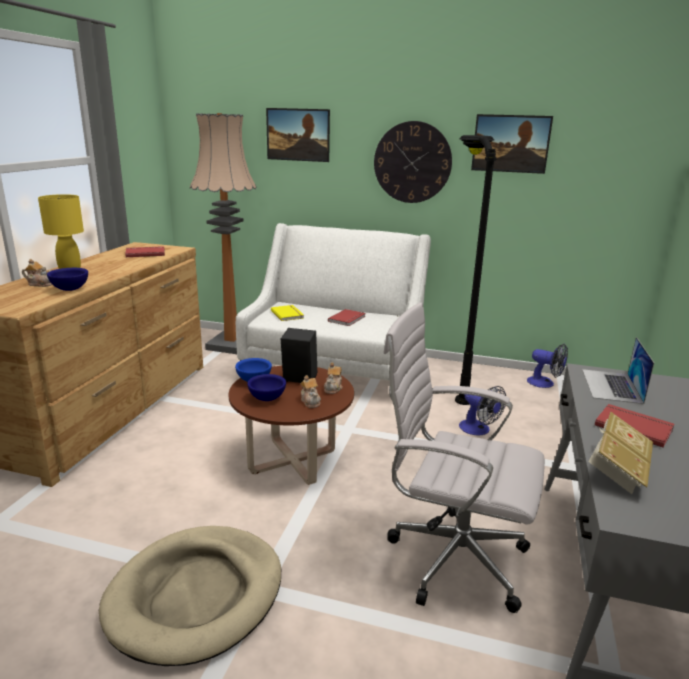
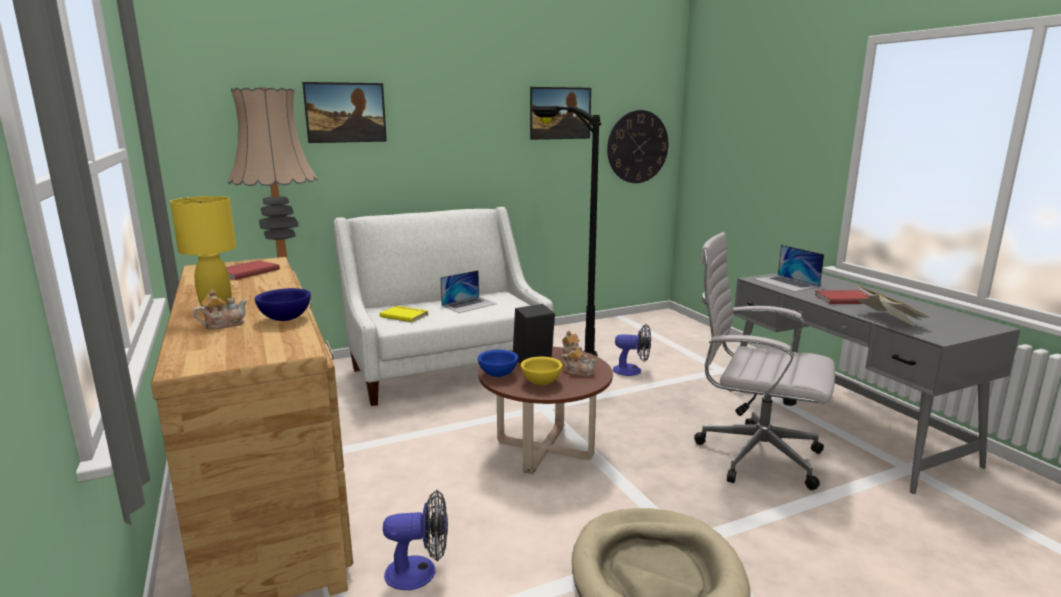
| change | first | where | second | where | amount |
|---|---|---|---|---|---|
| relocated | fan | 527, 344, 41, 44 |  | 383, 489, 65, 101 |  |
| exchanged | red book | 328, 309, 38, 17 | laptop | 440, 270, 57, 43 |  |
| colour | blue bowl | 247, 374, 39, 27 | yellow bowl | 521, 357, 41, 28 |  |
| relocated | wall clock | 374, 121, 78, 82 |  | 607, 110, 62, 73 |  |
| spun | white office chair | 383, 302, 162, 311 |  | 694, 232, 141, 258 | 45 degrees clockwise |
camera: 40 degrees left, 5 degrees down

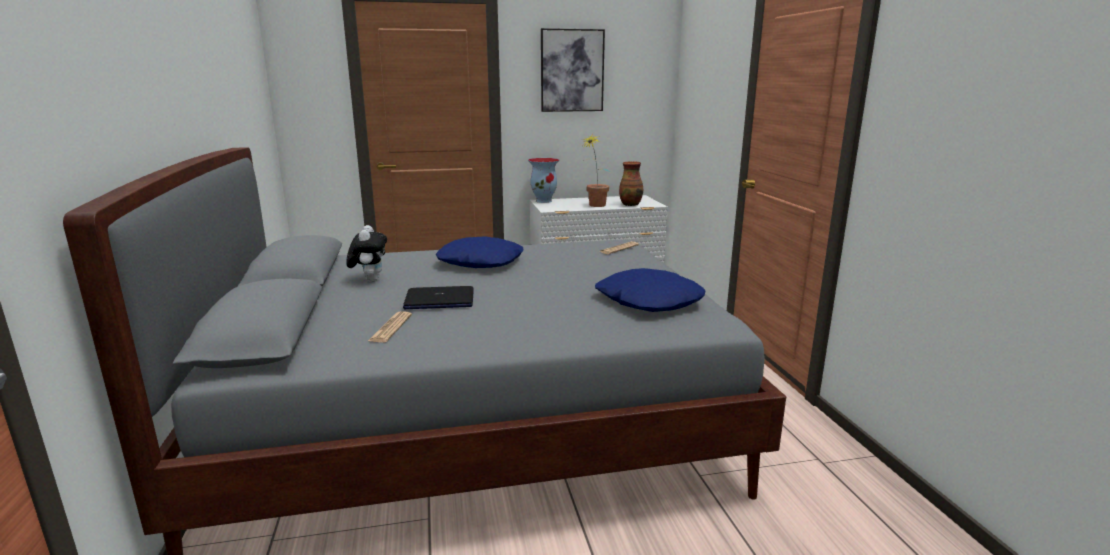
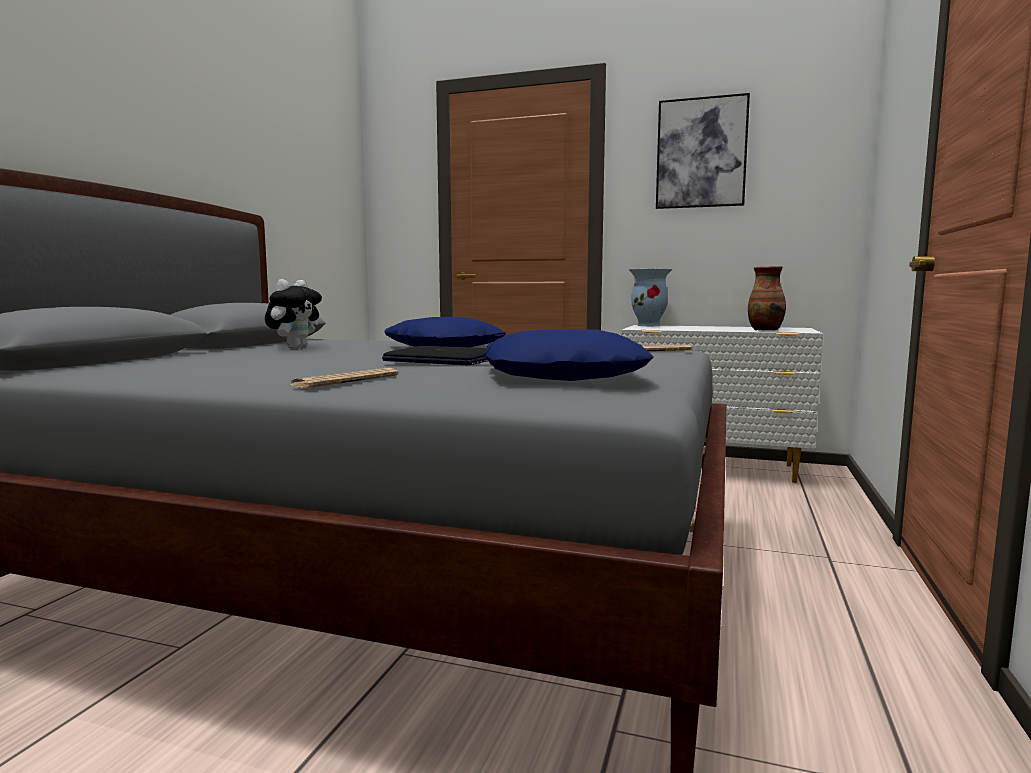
| change | first | where | second | where | amount |
|---|---|---|---|---|---|
| relocated | newspaper | 368, 311, 44, 31 |  | 291, 368, 108, 20 |  |
| relocated | laptop | 403, 286, 71, 23 |  | 382, 346, 106, 19 |  |
| missing | potted plant | 582, 134, 28, 73 |  |  |  |
camera: 30 degrees right, 10 degrees down

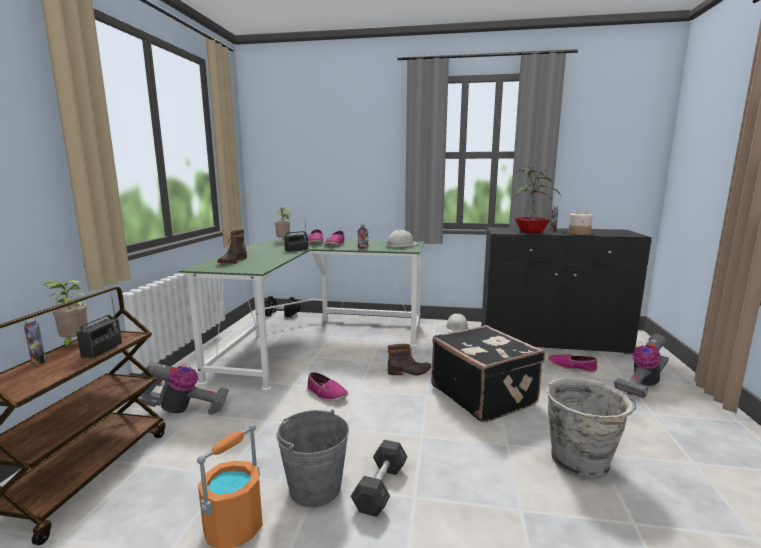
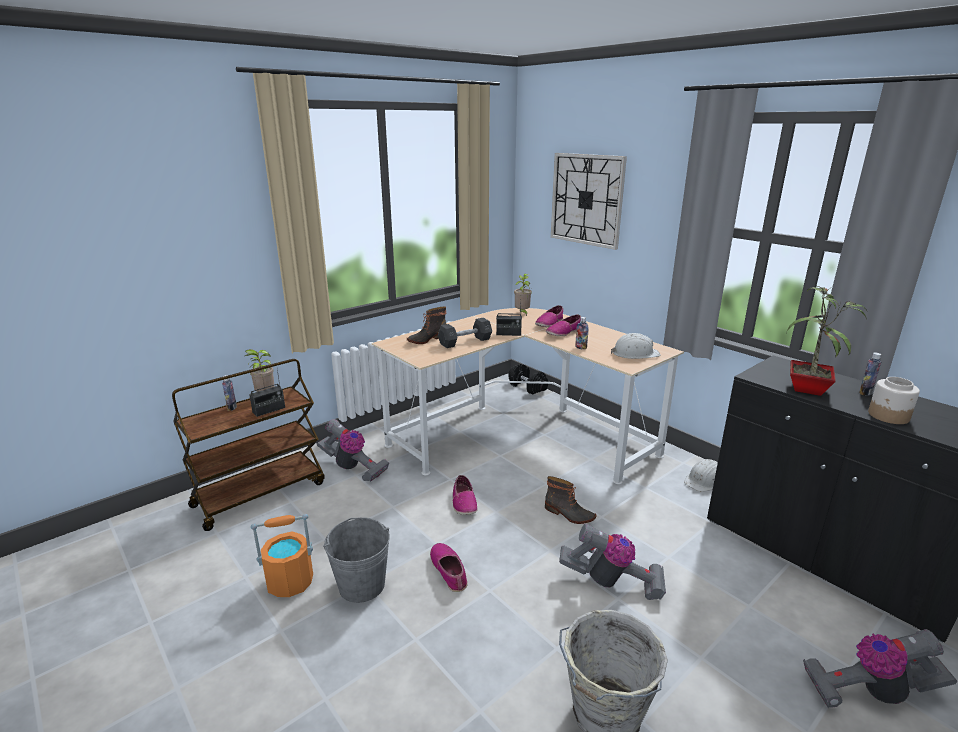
| change | first | where | second | where | amount |
|---|---|---|---|---|---|
| colour | green desk | 179, 239, 245, 151 | beige desk | 372, 308, 312, 176 |  |
| relocated | shoe | 548, 354, 49, 19 |  | 430, 543, 37, 49 |  |
| relocated | grey dumbbell | 351, 439, 56, 78 |  | 438, 318, 54, 30 |  |
| appeared |  |  | wall clock | 551, 153, 76, 97 |  |
| exchanged | black suitcase | 431, 325, 114, 98 | vacuum cleaner | 559, 524, 107, 76 |  |
camera: 40 degrees right, 10 degrees up

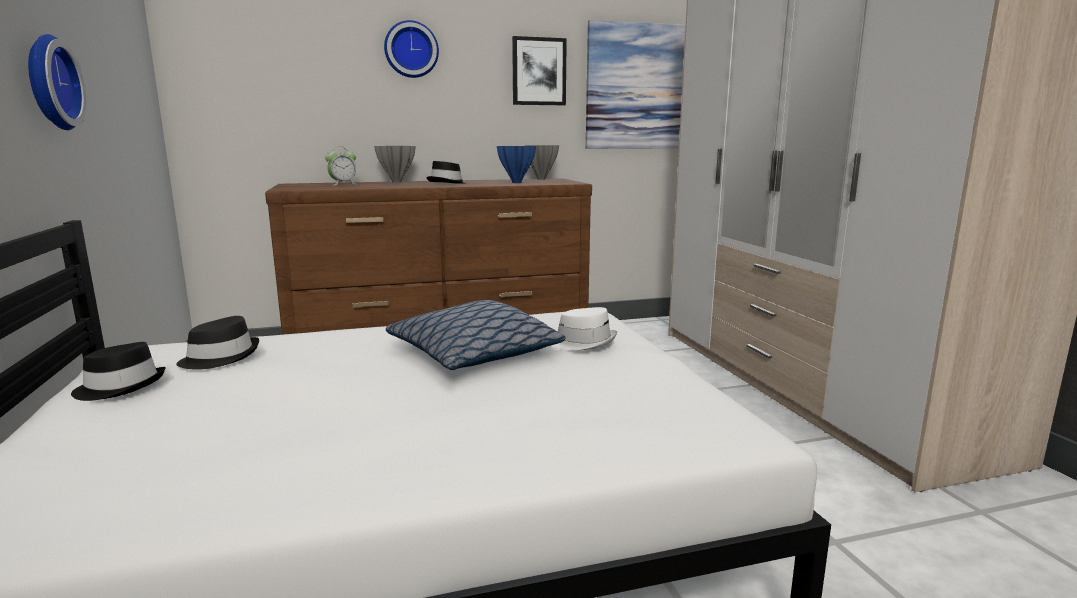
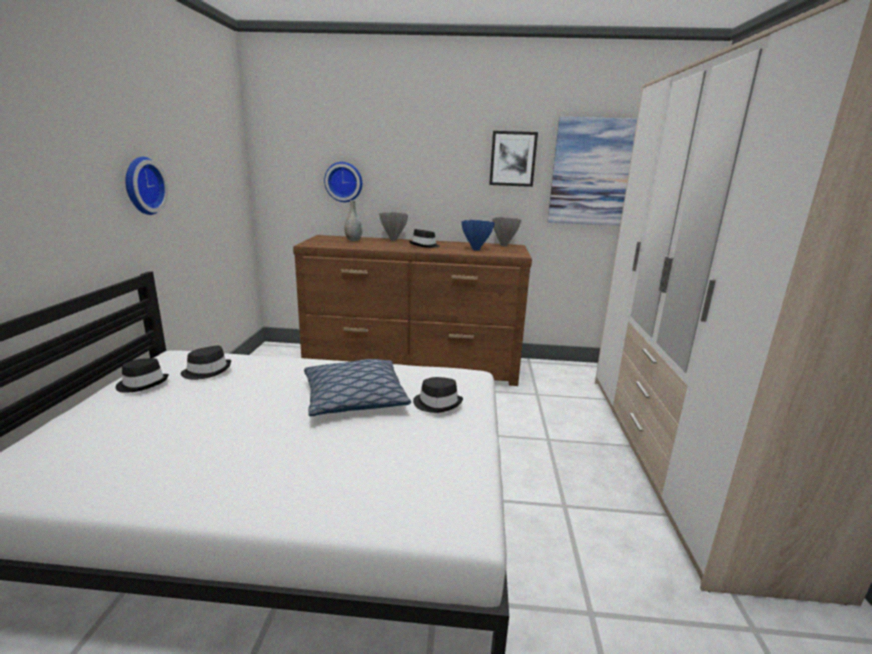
| change | first | where | second | where | amount |
|---|---|---|---|---|---|
| relocated | wall clock | 384, 20, 55, 58 |  | 324, 162, 38, 40 |  |
| exchanged | alarm clock | 325, 146, 31, 39 | grey vase | 345, 200, 17, 41 |  |
| colour | white hat | 552, 307, 65, 43 | black hat | 413, 377, 50, 36 |  |
camera: 20 degrees right, 5 degrees up

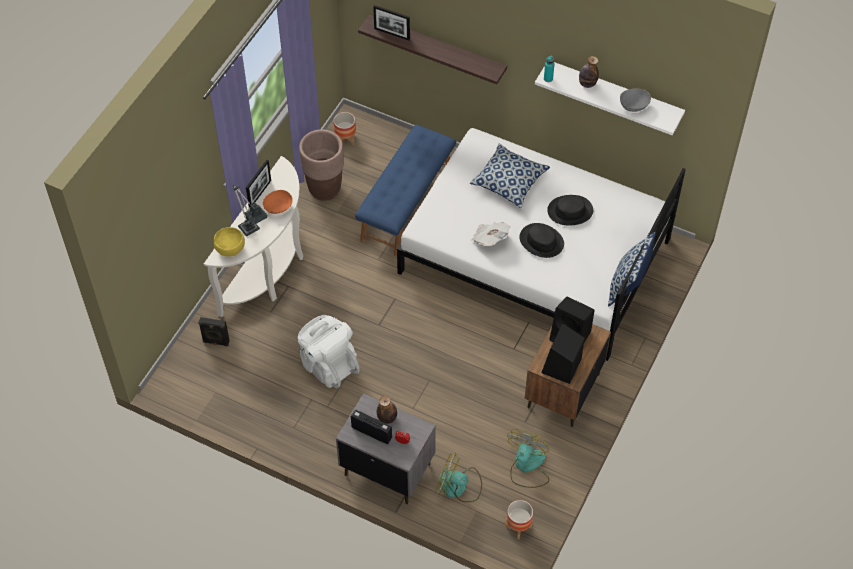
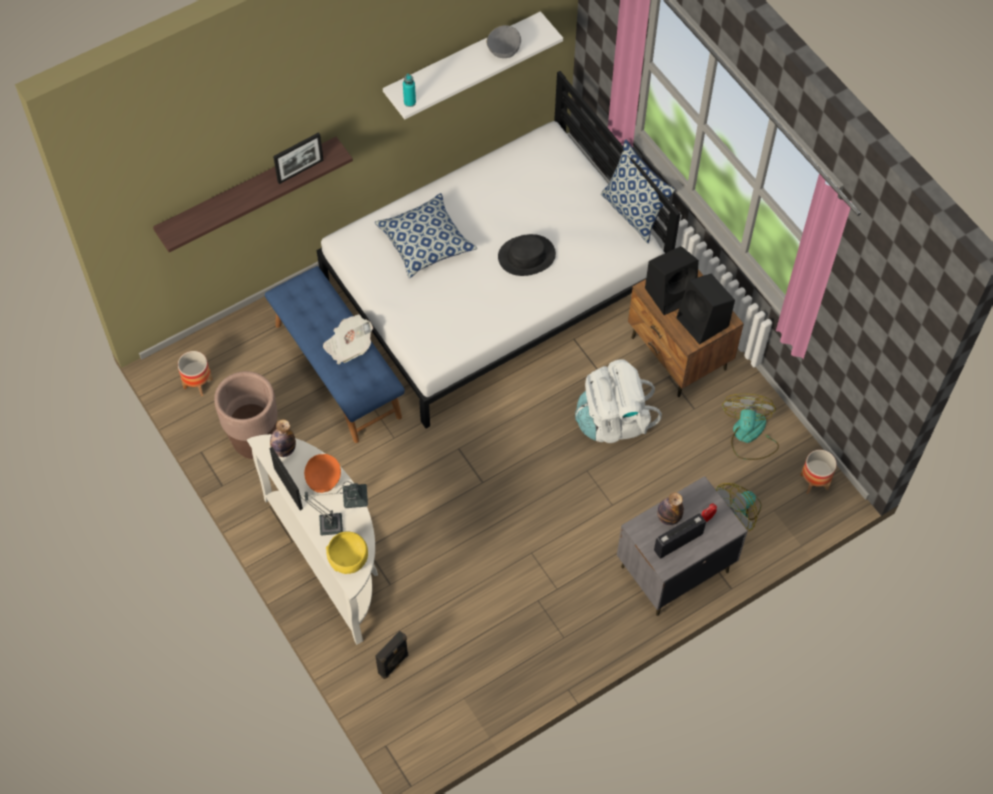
| change | first | where | second | where | amount |
|---|---|---|---|---|---|
| relocated | bottle | 579, 56, 20, 32 |  | 270, 419, 26, 38 |  |
| relocated | picture frame | 373, 5, 37, 35 |  | 273, 132, 51, 52 |  |
| relocated | newspaper | 471, 222, 40, 24 |  | 323, 315, 50, 50 |  |
| relocated | white backpack | 298, 315, 62, 73 |  | 575, 359, 87, 84 |  |
| spun | fan | 507, 429, 42, 59 |  | 722, 394, 57, 66 | 45 degrees clockwise |
| missing | black hat | 547, 195, 46, 30 |  |  |  |
camera: 60 degrees left, 5 degrees up

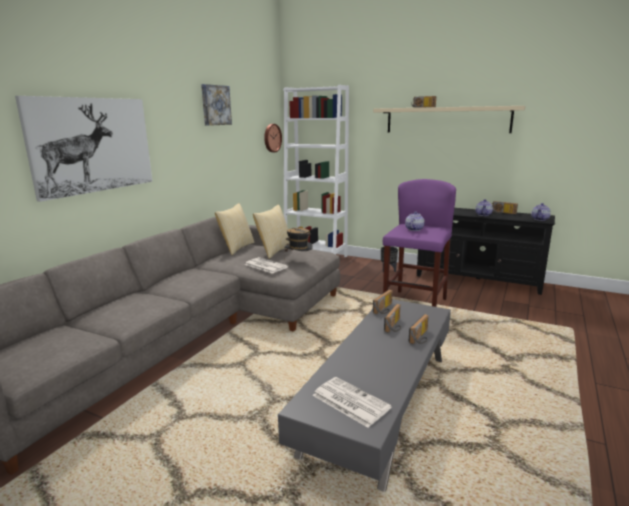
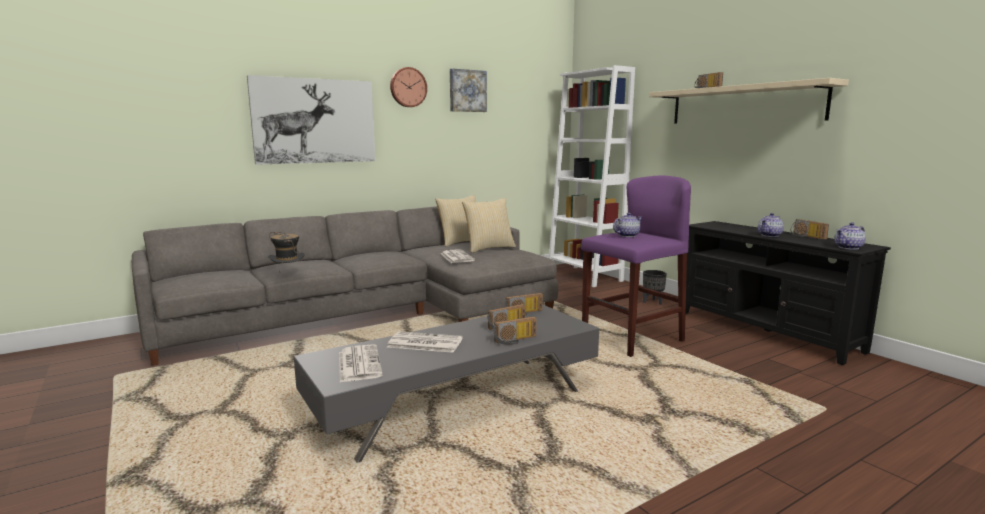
| change | first | where | second | where | amount |
|---|---|---|---|---|---|
| relocated | hat | 284, 228, 29, 24 |  | 268, 232, 37, 39 |  |
| appeared |  |  | newspaper | 387, 331, 76, 22 |  |
| relocated | wall clock | 264, 124, 18, 28 |  | 390, 67, 37, 40 |  |
camera: 30 degrees right, 5 degrees down

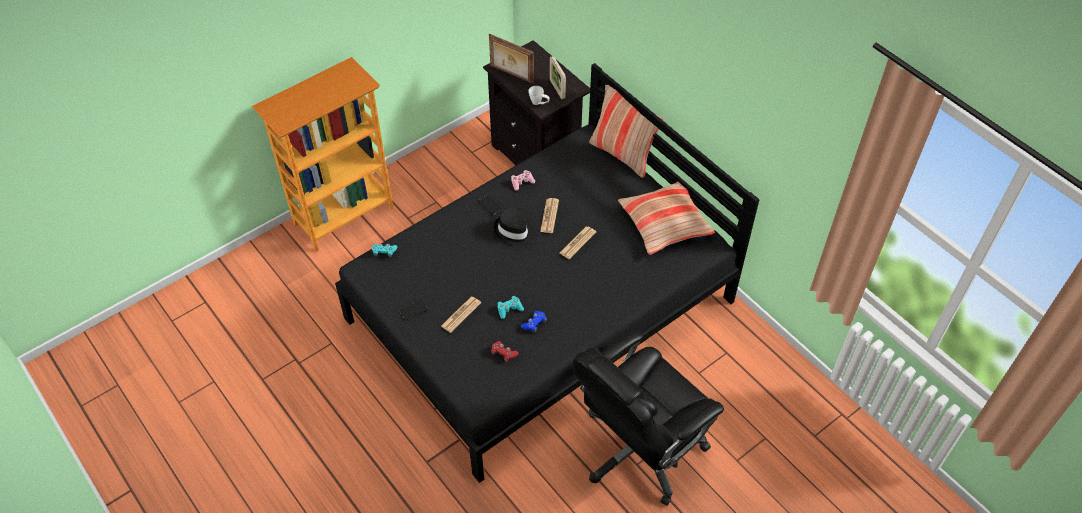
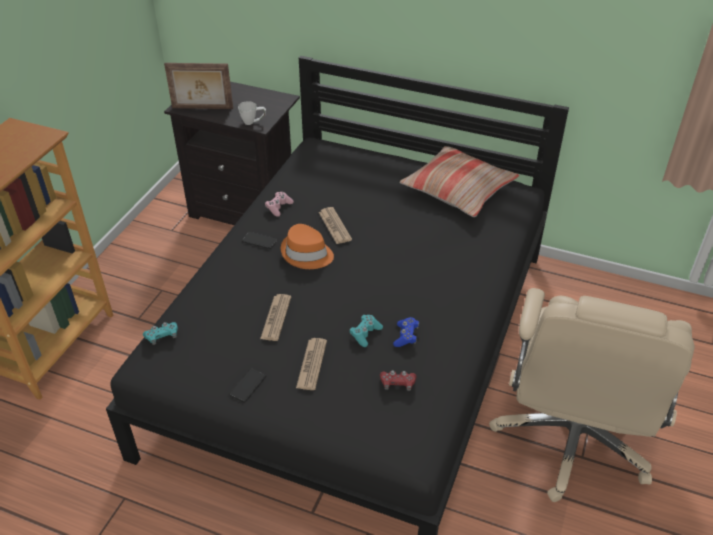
| change | first | where | second | where | amount |
|---|---|---|---|---|---|
| relocated | newspaper | 560, 226, 36, 33 |  | 260, 294, 31, 47 |  |
| colour | black hat | 494, 207, 39, 39 | orange hat | 281, 224, 53, 45 |  |
| colour | black office chair | 573, 330, 151, 176 | beige office chair | 489, 288, 206, 214 |  |
| missing | picture frame | 550, 56, 16, 43 |  |  |  |
| missing | pillow | 589, 85, 74, 93 |  |  |  |
camera: 30 degrees left, 10 degrees down

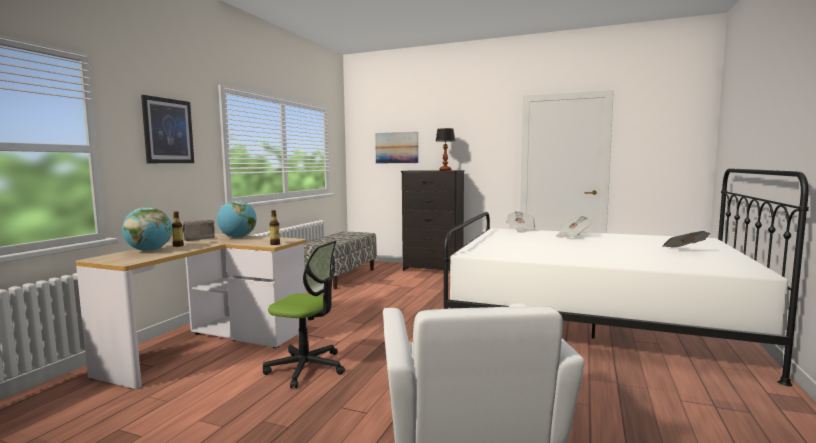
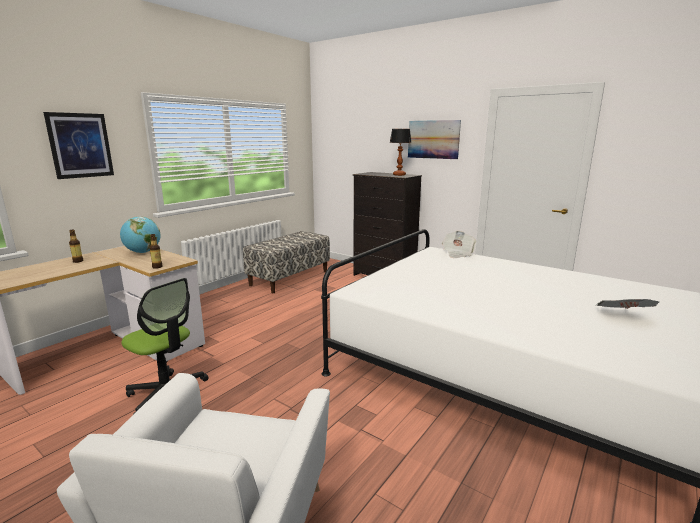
| change | first | where | second | where | amount |
|---|---|---|---|---|---|
| relocated | picture | 375, 132, 43, 31 |  | 408, 120, 53, 39 |  |
| missing | globe | 122, 207, 51, 44 |  |  |  |
| missing | radio | 182, 220, 33, 21 |  |  |  |
| missing | newspaper | 556, 216, 36, 22 |  |  |  |
camera: 15 degrees right, 10 degrees up

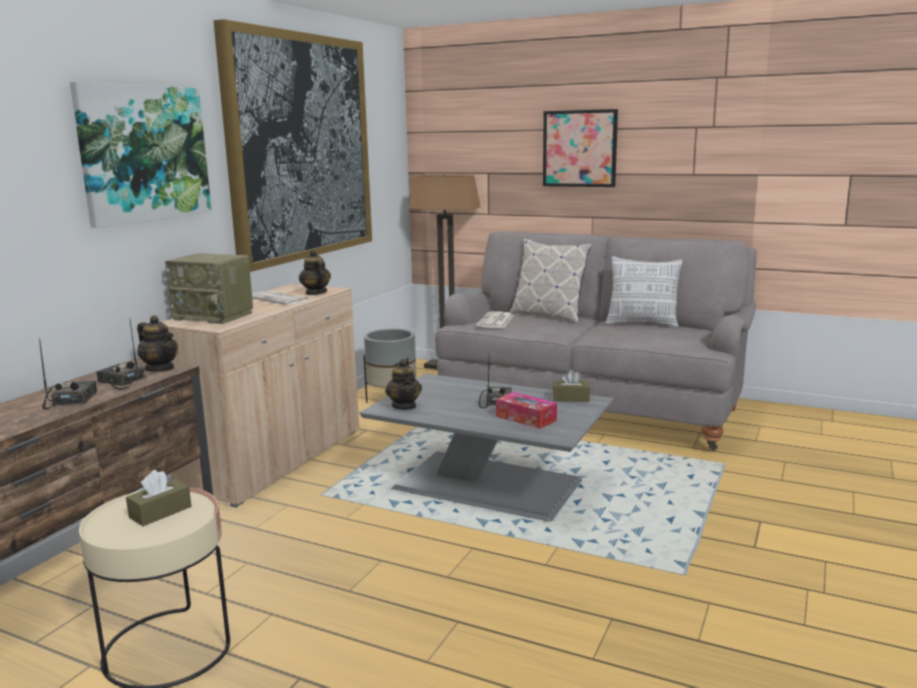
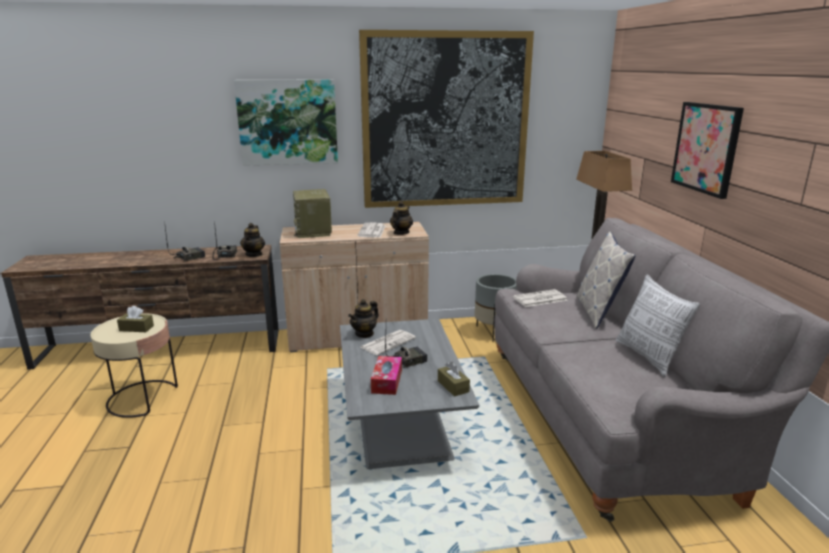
| change | first | where | second | where | amount |
|---|---|---|---|---|---|
| appeared |  |  | newspaper | 361, 330, 55, 25 |  |
camera: 55 degrees right, 5 degrees up

